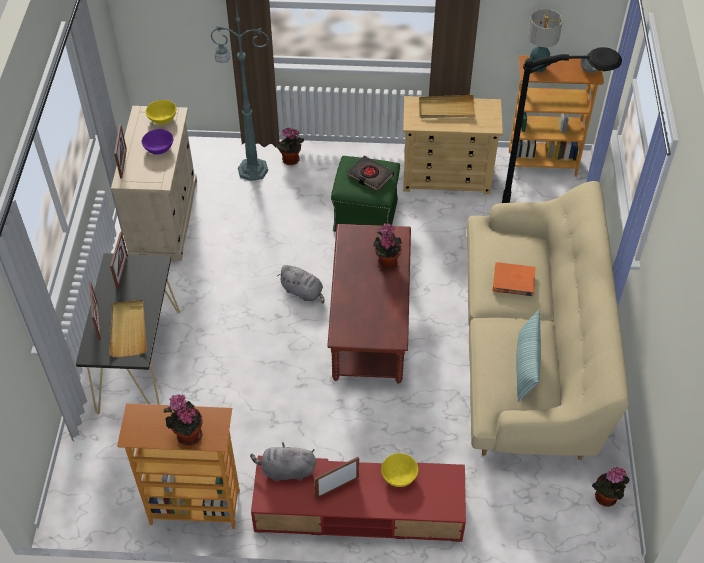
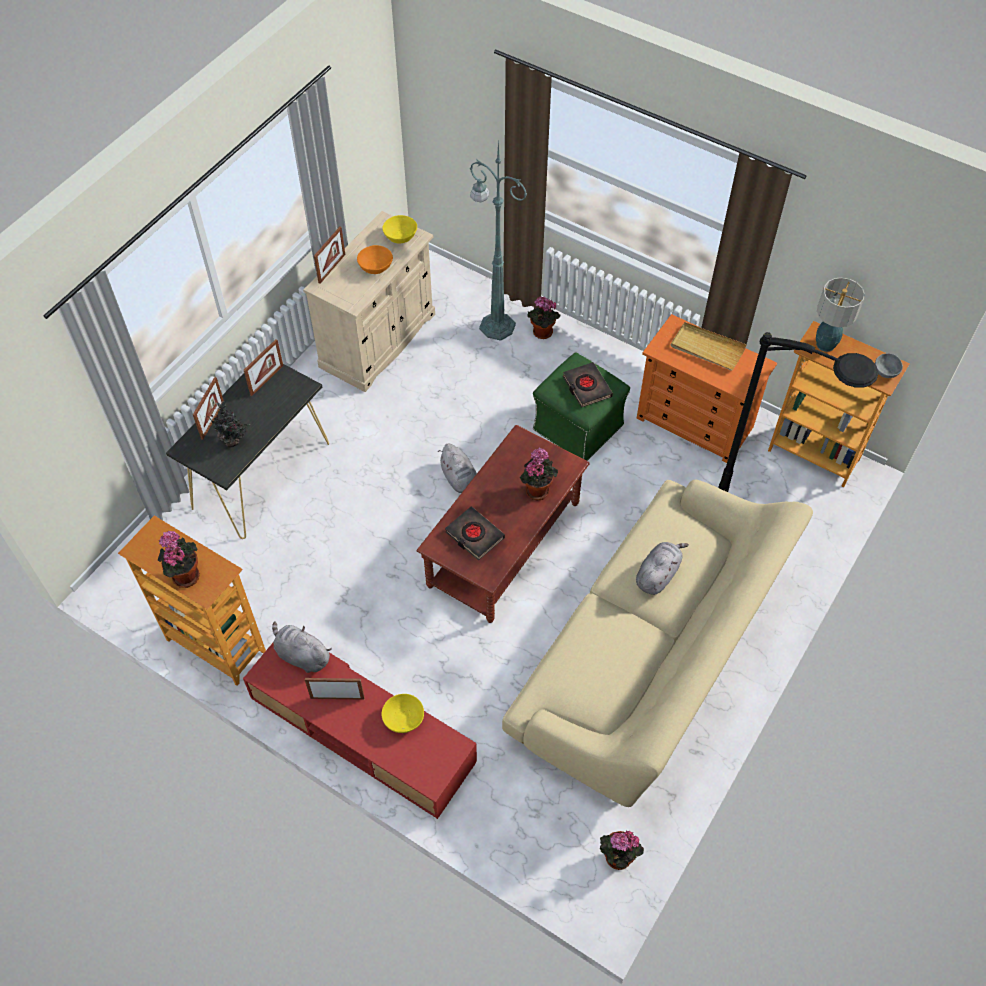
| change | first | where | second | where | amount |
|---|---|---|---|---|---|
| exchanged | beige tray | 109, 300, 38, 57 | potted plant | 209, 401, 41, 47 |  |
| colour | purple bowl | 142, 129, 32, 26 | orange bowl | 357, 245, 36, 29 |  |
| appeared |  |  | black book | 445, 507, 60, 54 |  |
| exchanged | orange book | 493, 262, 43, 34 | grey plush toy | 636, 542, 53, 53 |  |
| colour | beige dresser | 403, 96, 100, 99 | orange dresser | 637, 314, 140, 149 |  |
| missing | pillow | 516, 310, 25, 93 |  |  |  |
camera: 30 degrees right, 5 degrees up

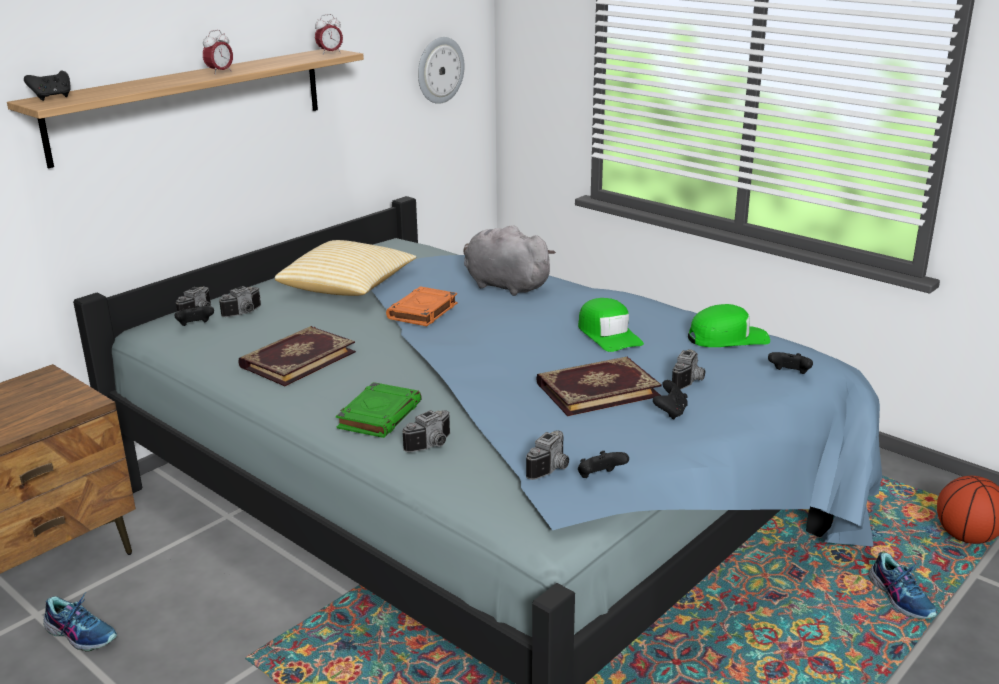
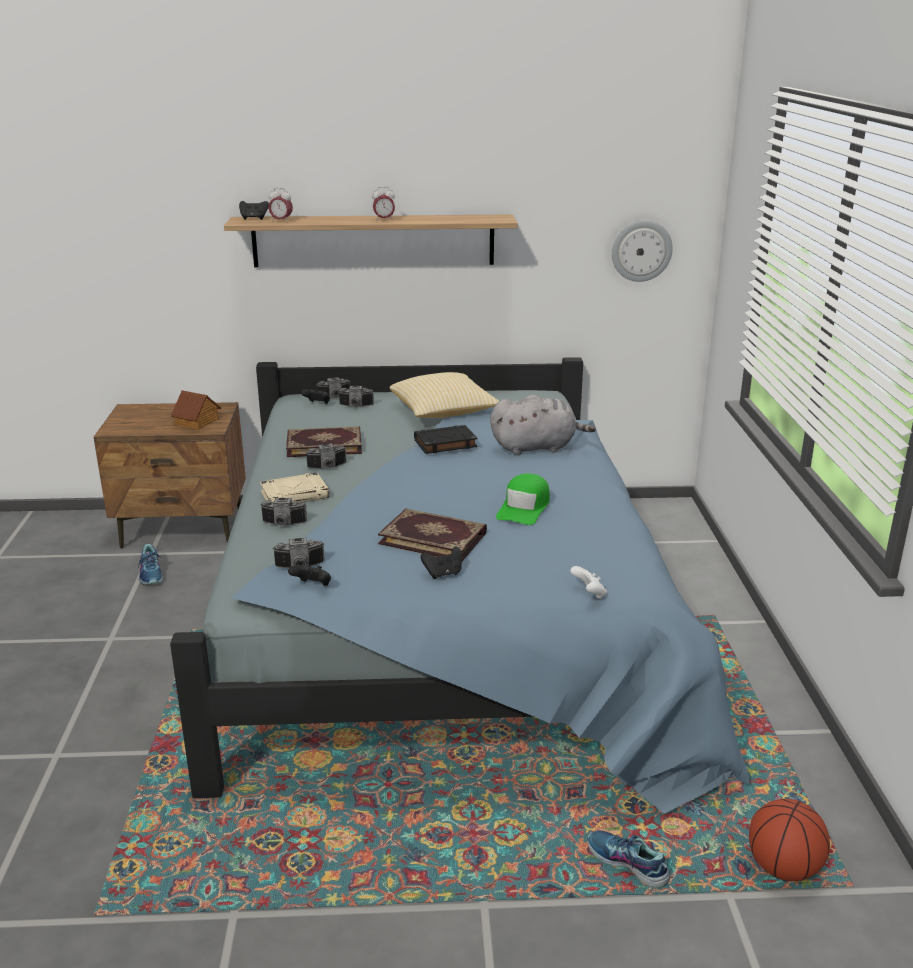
| change | first | where | second | where | amount |
|---|---|---|---|---|---|
| appeared |  |  | toy house | 171, 390, 50, 40 |  |
| colour | green book | 336, 382, 86, 56 | beige book | 260, 472, 69, 30 |  |
| relocated | alarm clock | 315, 14, 28, 41 |  | 269, 188, 24, 34 |  |
| relocated | photo camera | 672, 349, 33, 41 |  | 305, 443, 42, 26 |  |
| colour | orange book | 386, 286, 72, 40 | black book | 414, 425, 63, 29 |  |
| spun | grey plush toy | 463, 225, 93, 71 |  | 490, 395, 106, 60 | 90 degrees clockwise |
| colour | black game controller | 768, 352, 45, 22 | white game controller | 570, 566, 37, 33 |  |
| spun | shoe | 869, 552, 68, 67 |  | 588, 831, 82, 57 | 105 degrees clockwise |
| missing | green cap | 688, 304, 82, 43 |  |  |  |
camera: 45 degrees right, 0 degrees up

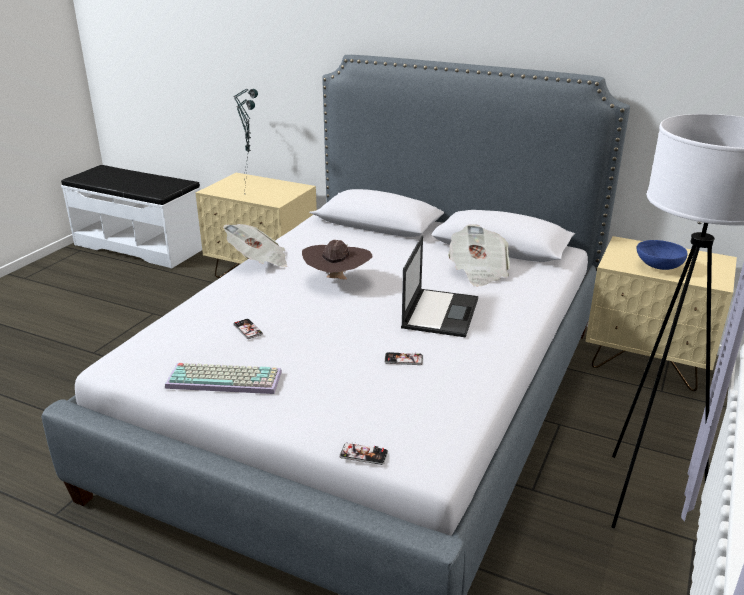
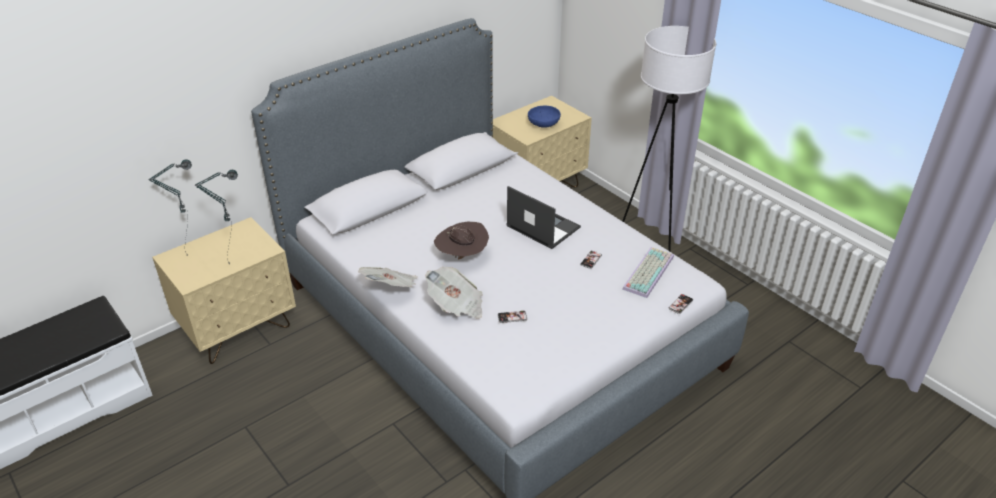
| change | first | where | second | where | amount |
|---|---|---|---|---|---|
| relocated | newspaper | 448, 224, 62, 63 |  | 425, 267, 58, 52 |  |
| relocated | keyboard | 165, 363, 117, 31 |  | 622, 247, 52, 51 |  |
camera: 65 degrees left, 10 degrees up

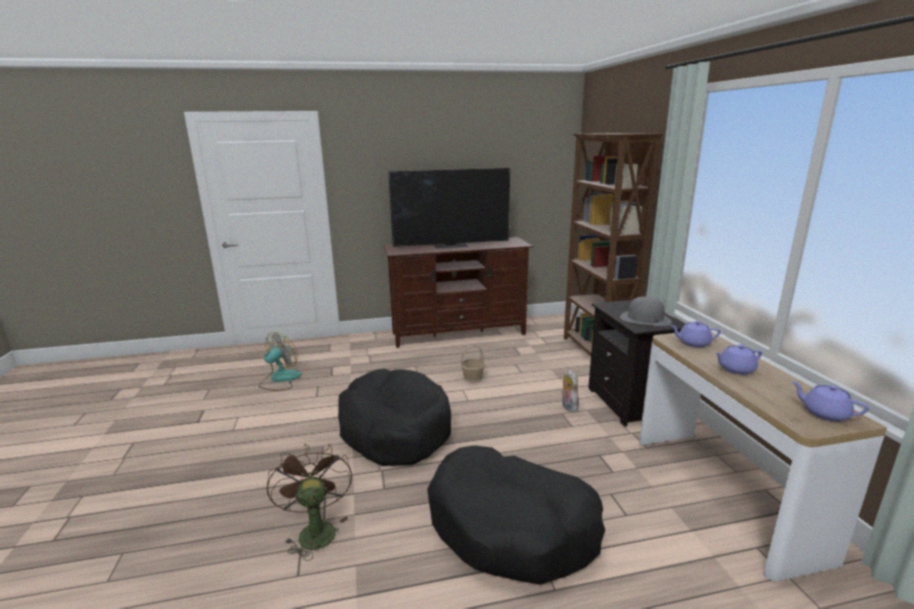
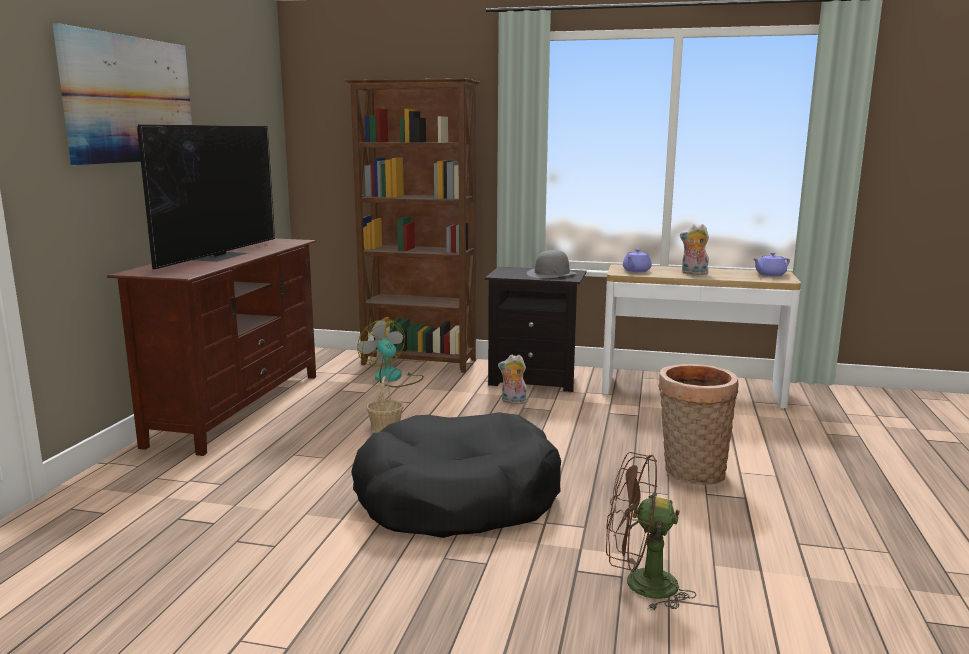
| change | first | where | second | where | amount |
|---|---|---|---|---|---|
| appeared |  |  | picture | 52, 23, 140, 143 |  |
| relocated | fan | 258, 332, 44, 59 |  | 357, 319, 67, 68 |  |
| exchanged | black dog bed | 427, 445, 178, 140 | basket | 658, 364, 81, 121 |  |
| exchanged | purple teapot | 715, 345, 47, 30 | plush toy | 680, 224, 29, 51 |  |
camera: 65 degrees left, 5 degrees down

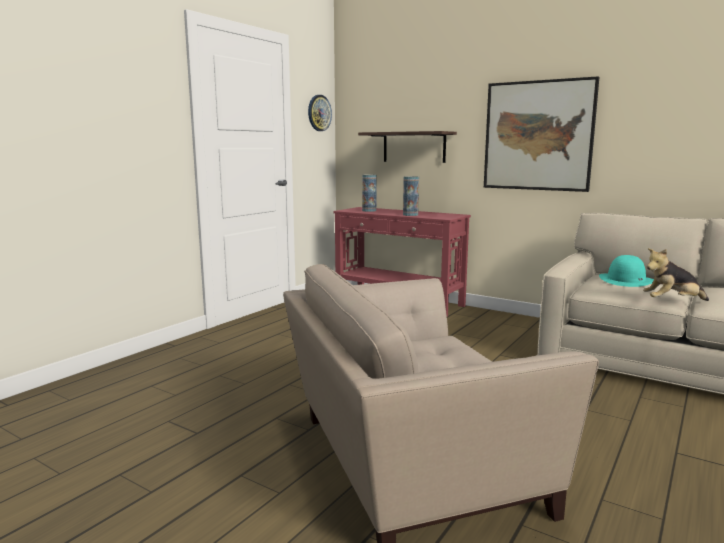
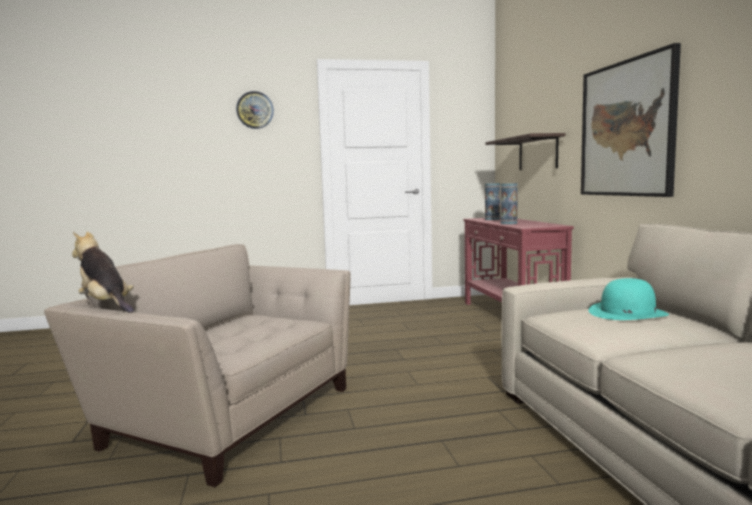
| change | first | where | second | where | amount |
|---|---|---|---|---|---|
| relocated | plush toy | 643, 248, 66, 53 |  | 72, 232, 62, 81 |  |
| relocated | wall clock | 308, 95, 24, 36 |  | 236, 91, 38, 38 |  |
camera: 45 degrees right, 5 degrees down

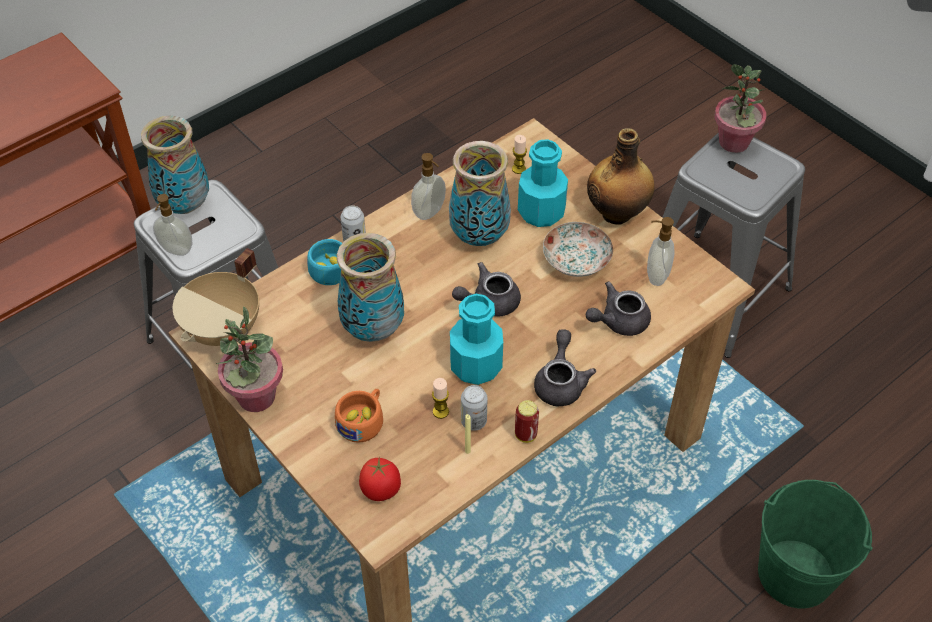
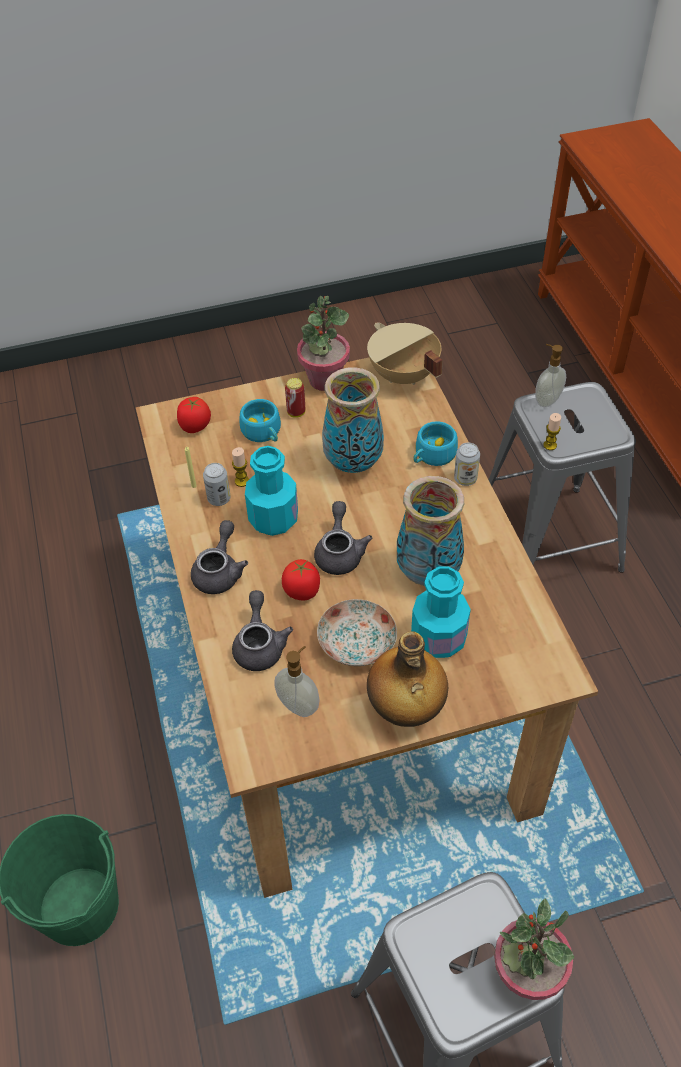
| change | first | where | second | where | amount |
|---|---|---|---|---|---|
| spun | grey teapot | 534, 329, 62, 77 |  | 191, 520, 57, 74 | 105 degrees counterclockwise |
| colour | orange cup | 335, 389, 48, 54 | turquoise cup | 240, 399, 41, 43 |  |
| appeared |  |  | tomato | 282, 559, 38, 42 |  |
| relocated | can | 515, 400, 24, 43 |  | 285, 378, 20, 40 |  |
| relocated | candle | 512, 135, 15, 39 |  | 543, 413, 18, 37 |  |
| missing | vase | 141, 116, 68, 98 |  |  |  |
| missing | soap dispenser | 411, 153, 35, 67 |  |  |  |
camera: 115 degrees right, 0 degrees up

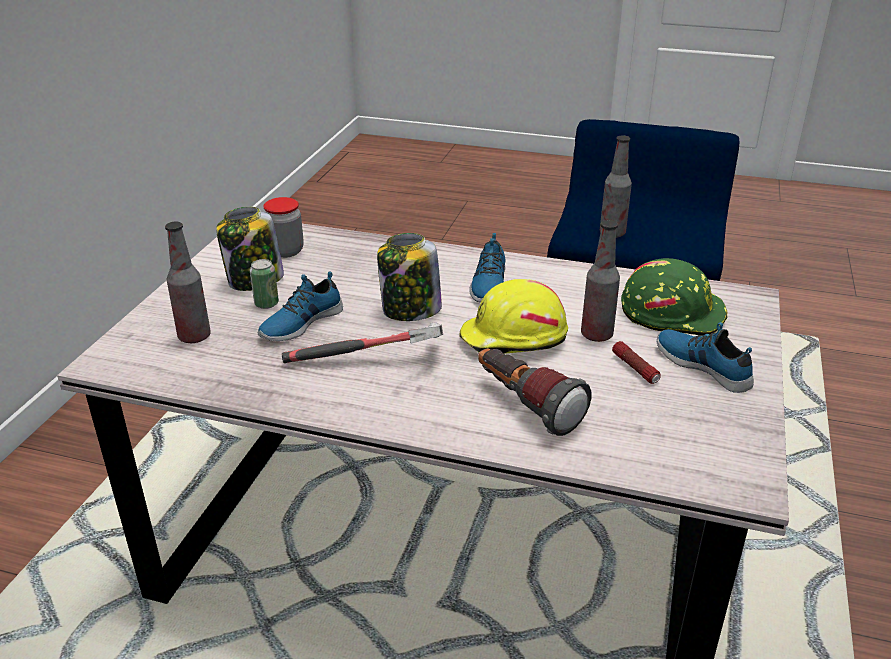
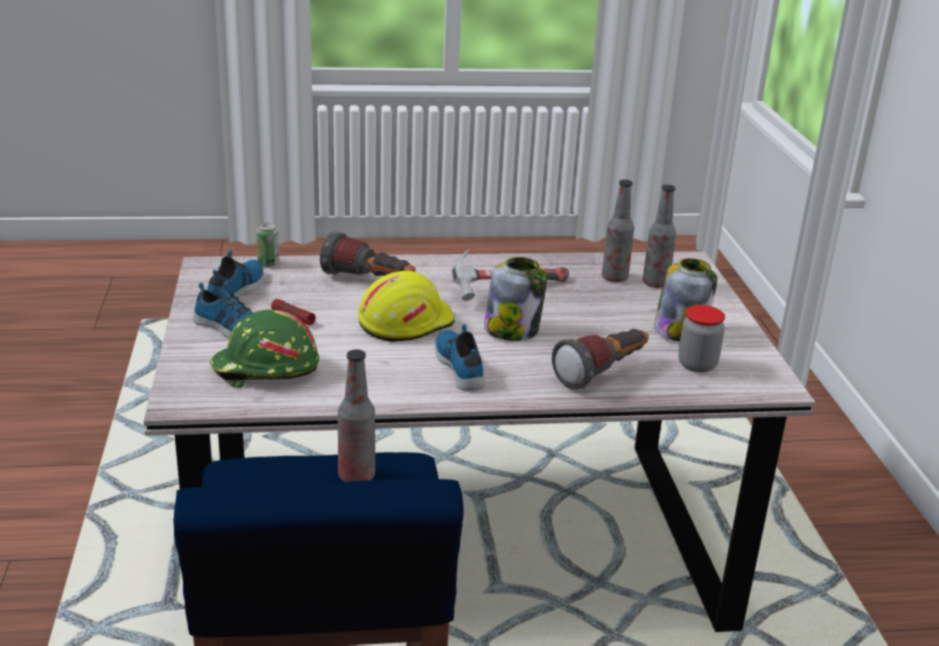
| change | first | where | second | where | amount |
|---|---|---|---|---|---|
| relocated | shoe | 258, 271, 85, 70 |  | 207, 250, 57, 47 |  |
| relocated | can | 250, 259, 29, 50 |  | 256, 223, 23, 44 |  |
| appeared |  |  | flashlight | 552, 329, 97, 61 |  |
| relocated | bottle | 581, 220, 39, 122 |  | 602, 179, 32, 103 |  |
camera: 155 degrees right, 5 degrees down

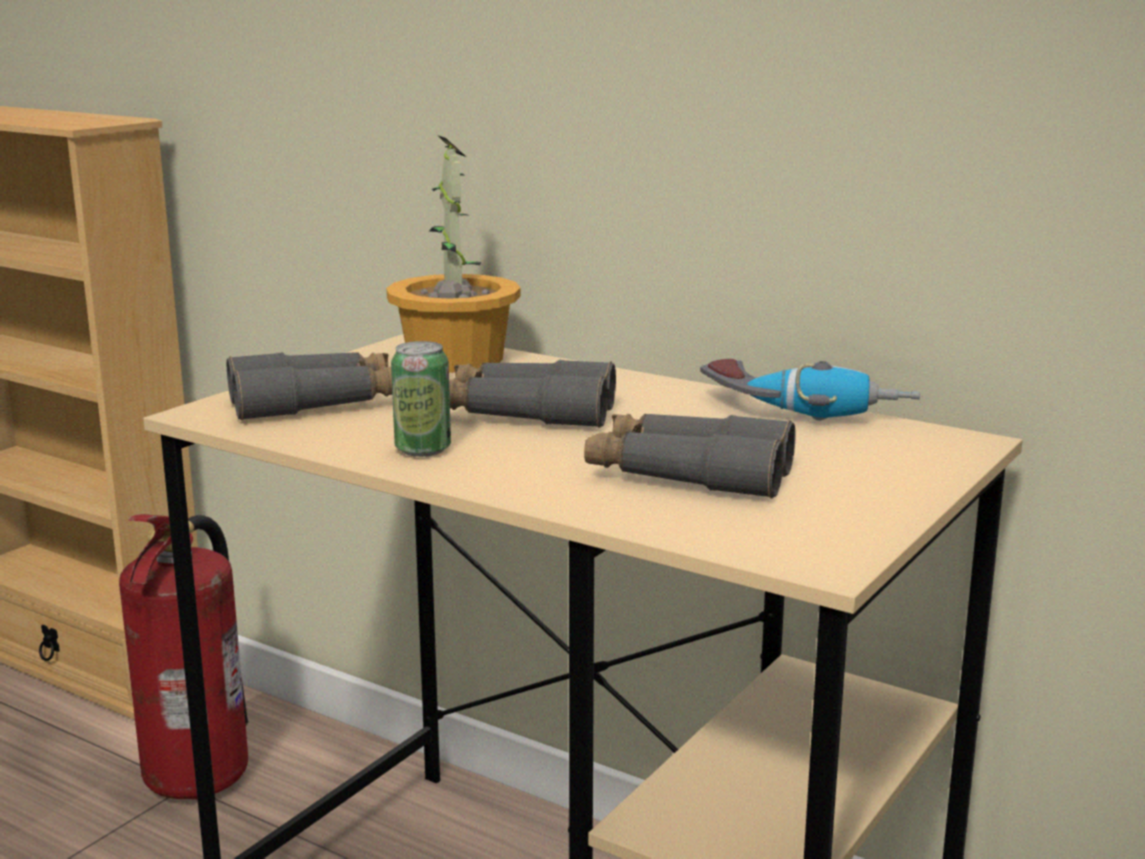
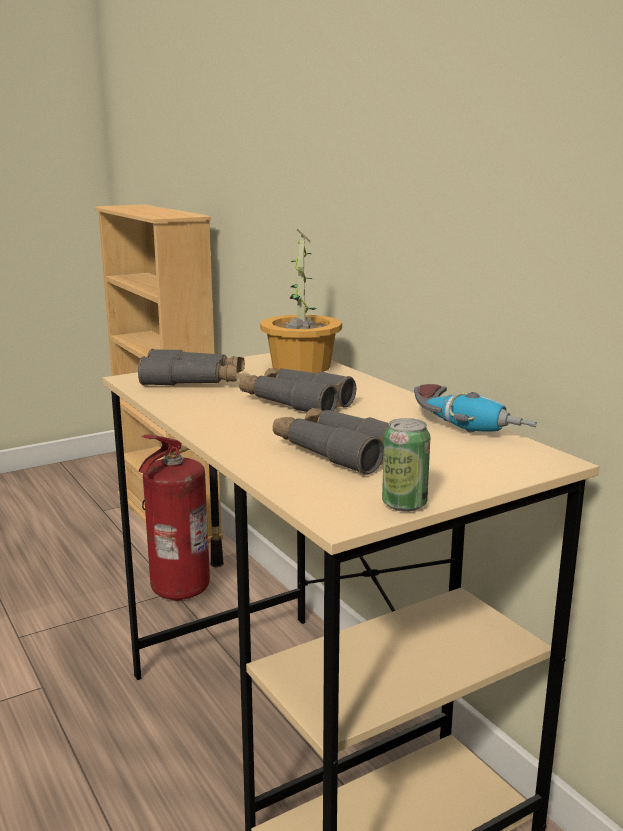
| change | first | where | second | where | amount |
|---|---|---|---|---|---|
| relocated | can | 391, 341, 60, 116 |  | 382, 418, 48, 94 |  |
camera: 25 degrees right, 0 degrees up

